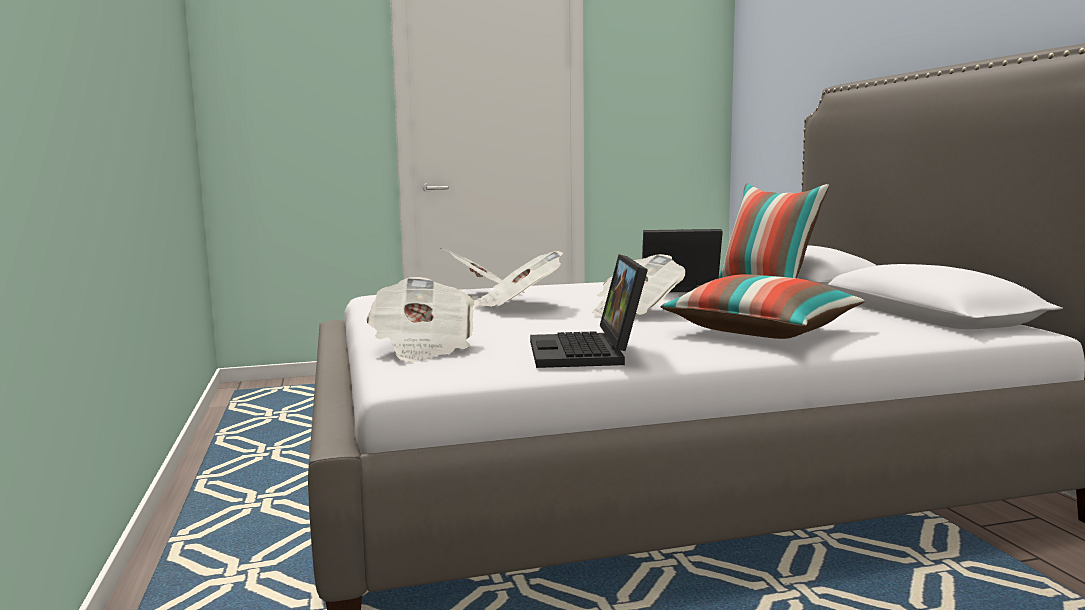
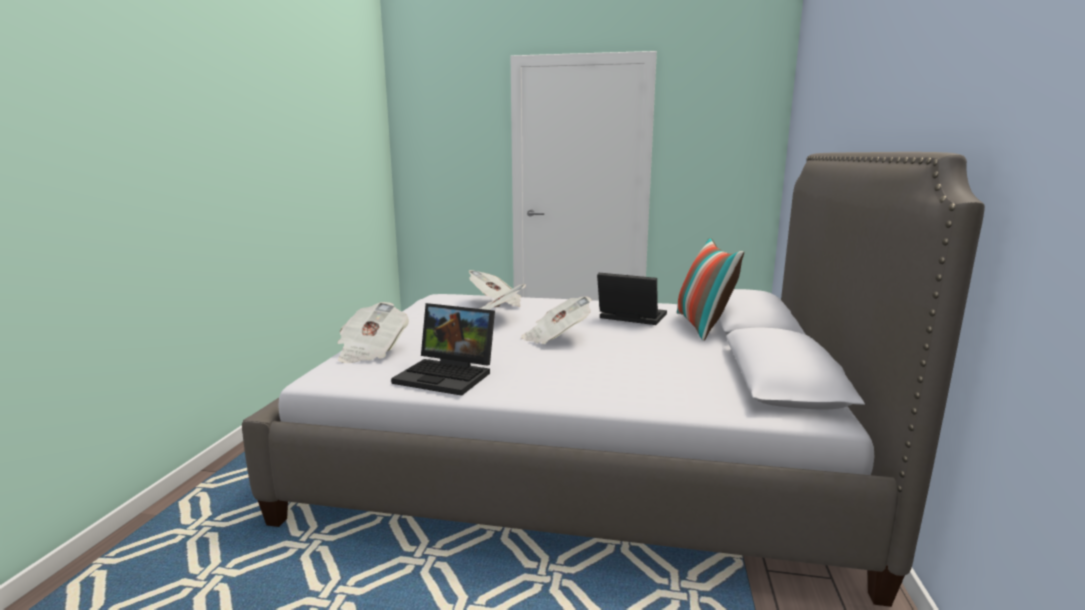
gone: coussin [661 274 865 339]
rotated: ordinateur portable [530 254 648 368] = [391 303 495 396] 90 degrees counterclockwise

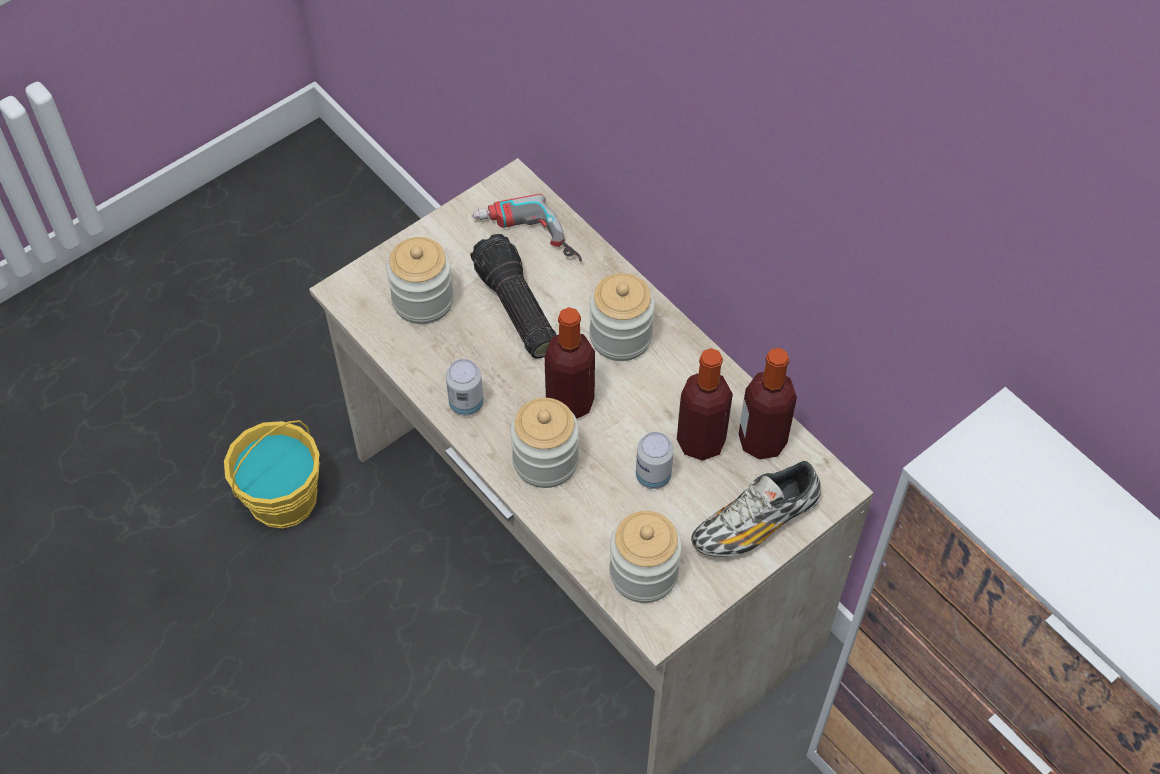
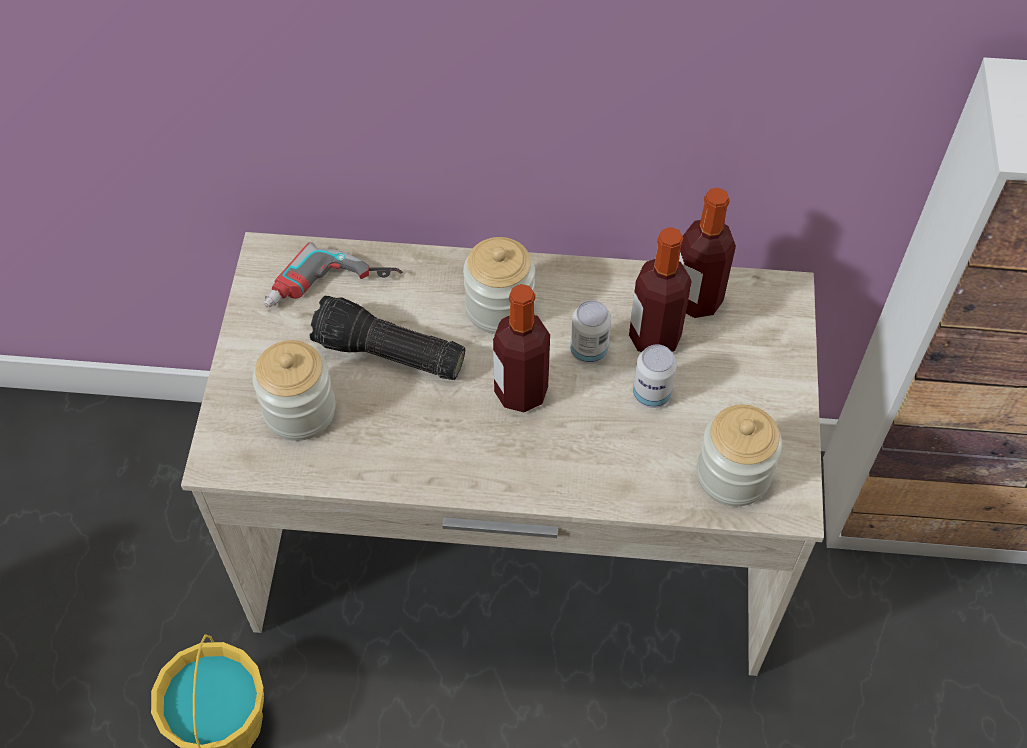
gone: bocal [510 398 579 488]; chaussure [691 461 821 557]
shifted: boîte métallique [446 359 484 416] to [570 300 611 364]

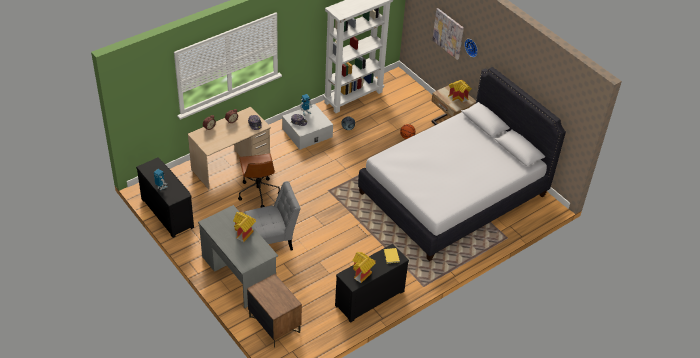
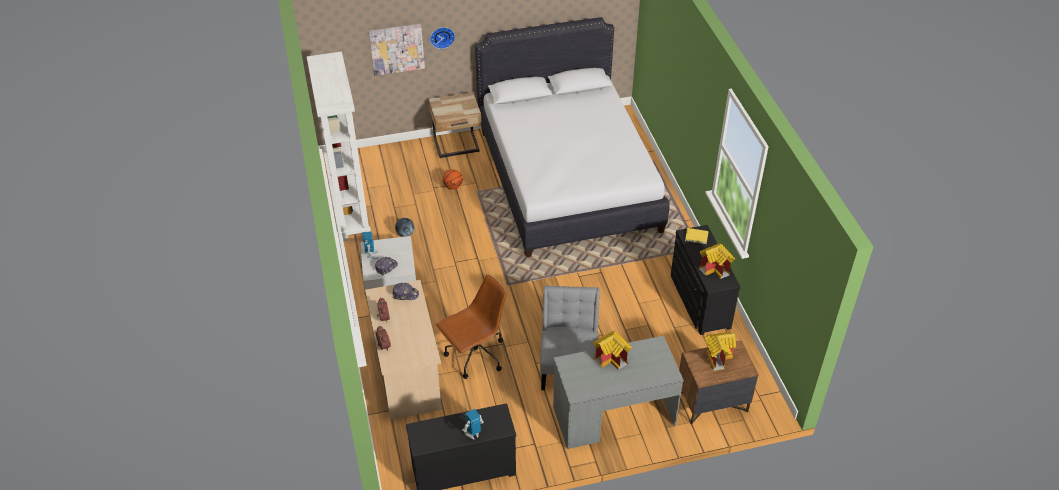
shifted: maison miniature [448 80 472 103] to [705 332 736 371]
rotated: chaise de bureau (marron) [238 153 280 208] = [436 274 507 379] 45 degrees counterclockwise

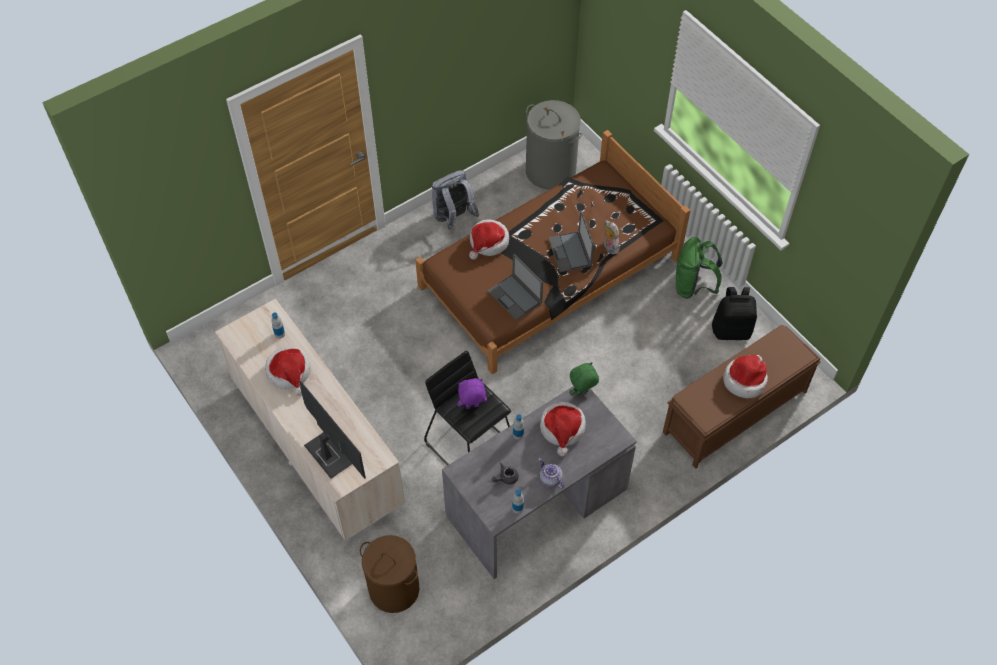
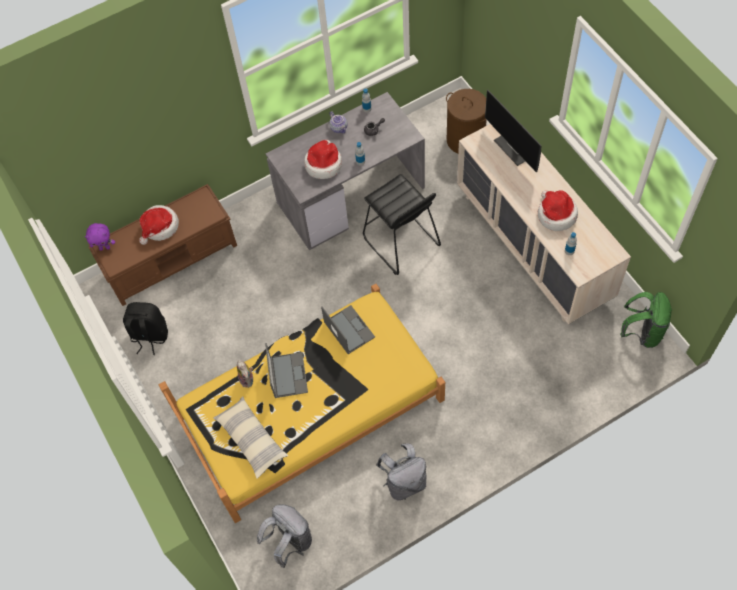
gone: chapeau [469 220 509 260]; peluche (vert) [569 362 599 396]
new: coussin [213 396 288 479]
shifted: sac à dos (vert) [676 237 722 299] to [620 292 672 348]; peluche (violet) [457 378 487 409] to [85 223 115 251]
swapped: panier à linge (gris) [526 100 582 190] to sac à dos (gris) [257 504 312 568]
repainted: lit (marron) [415 130 691 374] to lit (jaune) [159 284 445 523]

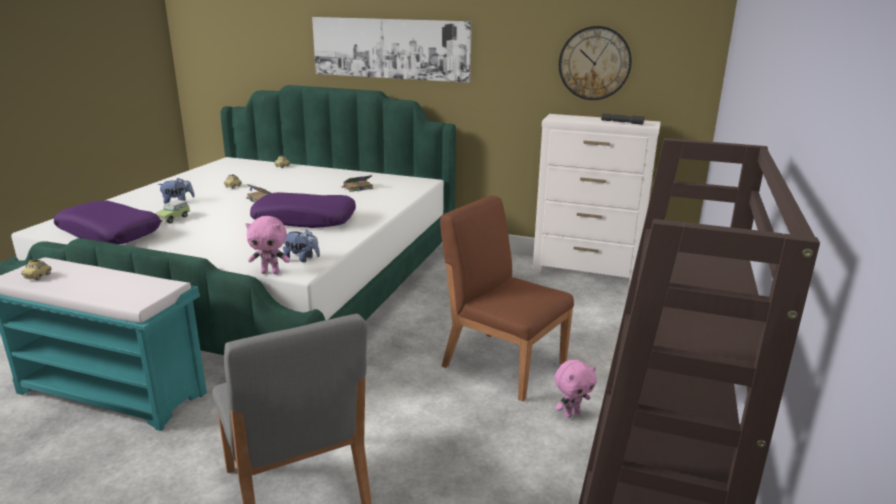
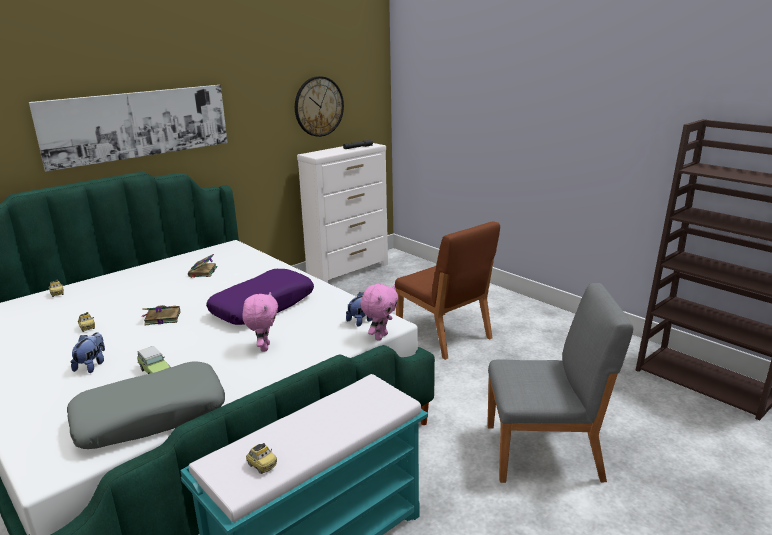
shifted: peluche (rose) [554 360 597 418] to [242 292 278 352]
repainted: coussin (violet) [54 201 161 244] to coussin (gris) [67 361 225 449]
rotated: chaise (marron) [440 195 574 402] = [395 221 500 360] 105 degrees counterclockwise

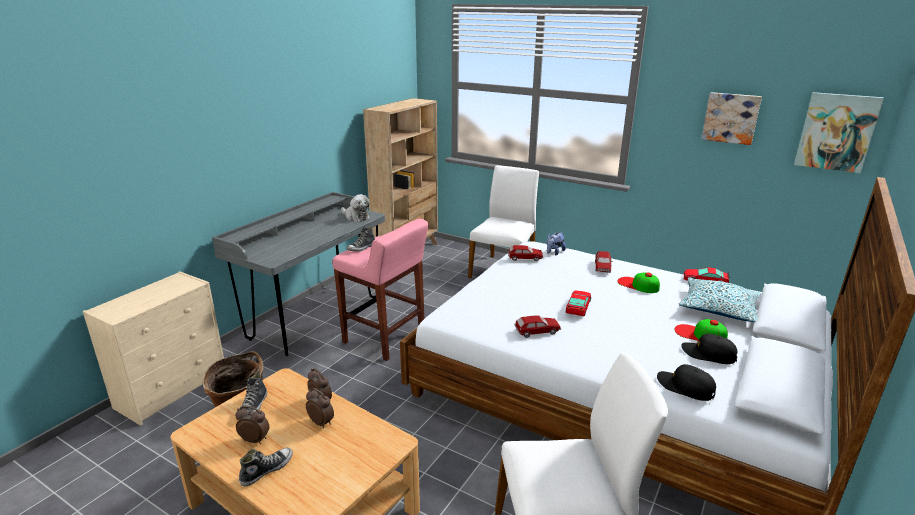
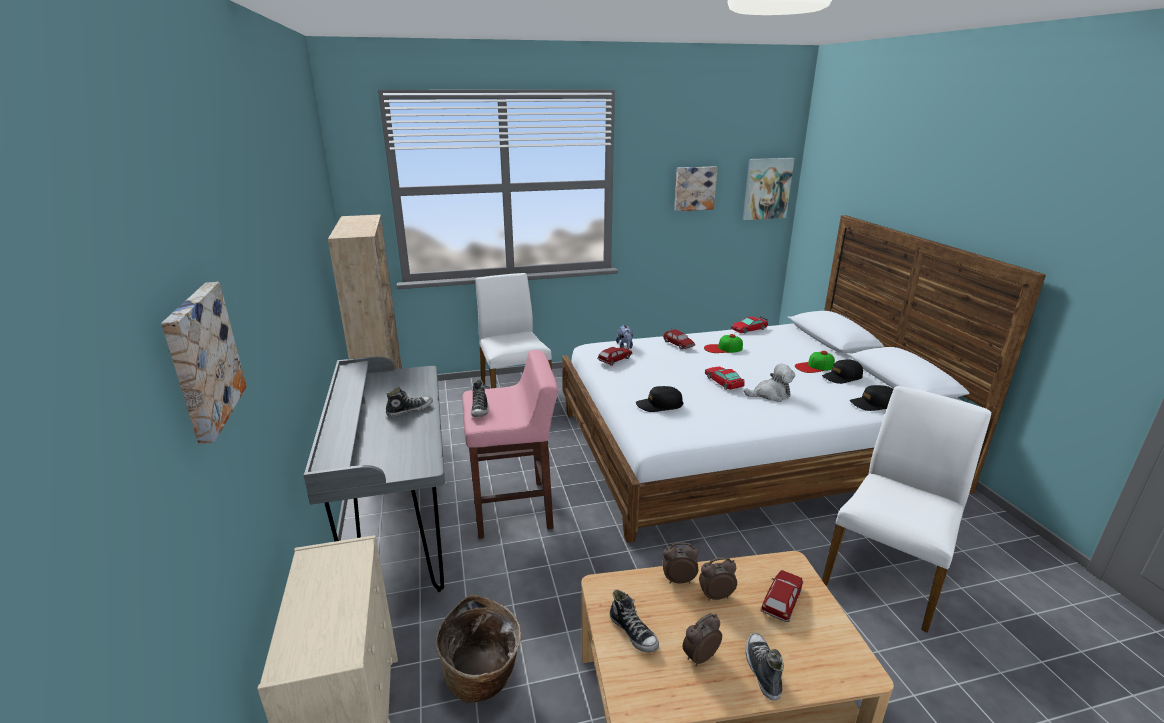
gone: coussin [679 277 761 322]
new: tableau [161 282 246 445]; casquette (noir) [636 386 683 412]; chaussure [386 387 433 417]
shifted: peluche [341 194 370 222] to [744 363 795 402]; petite voiture [514 315 561 338] to [760 570 804 622]

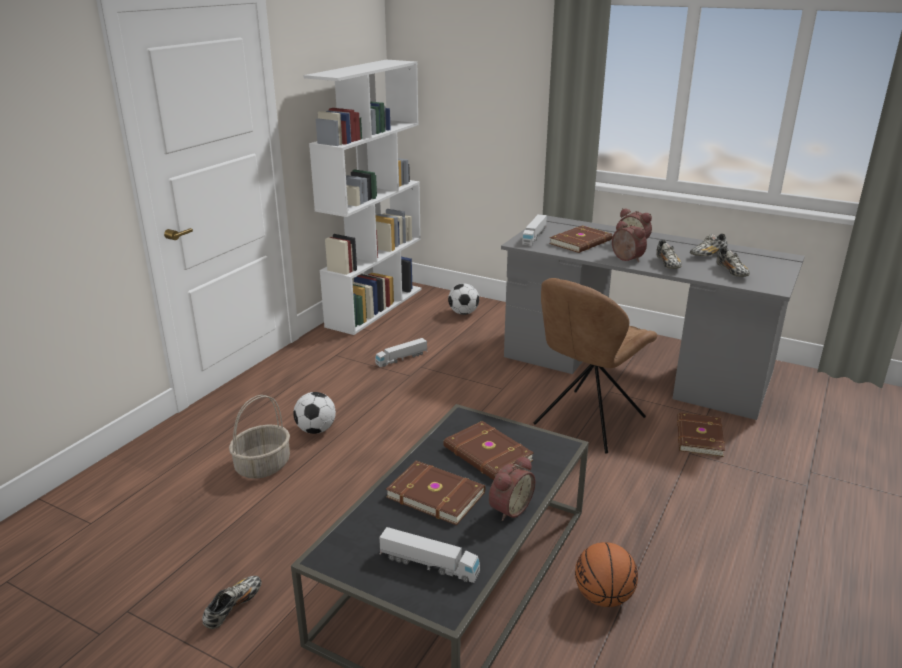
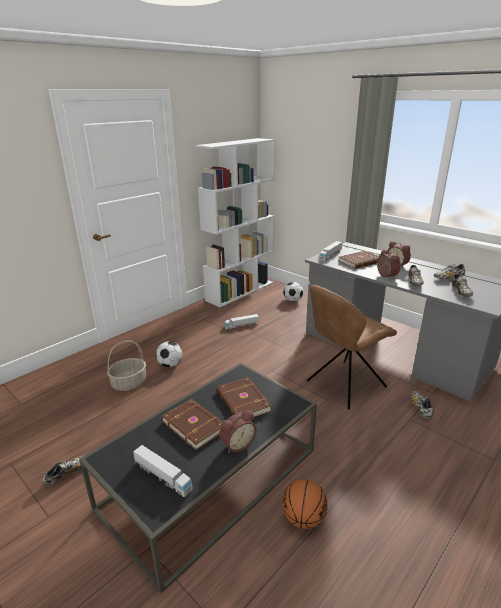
swapped: livre (marron) [677 413 725 457] to chaussure [411 391 434 418]

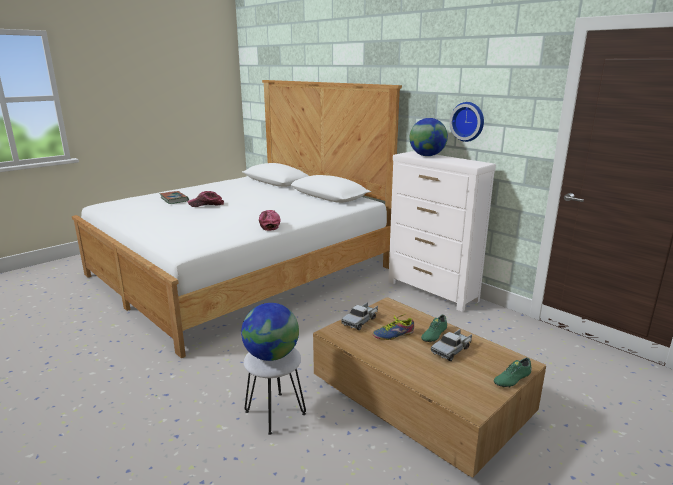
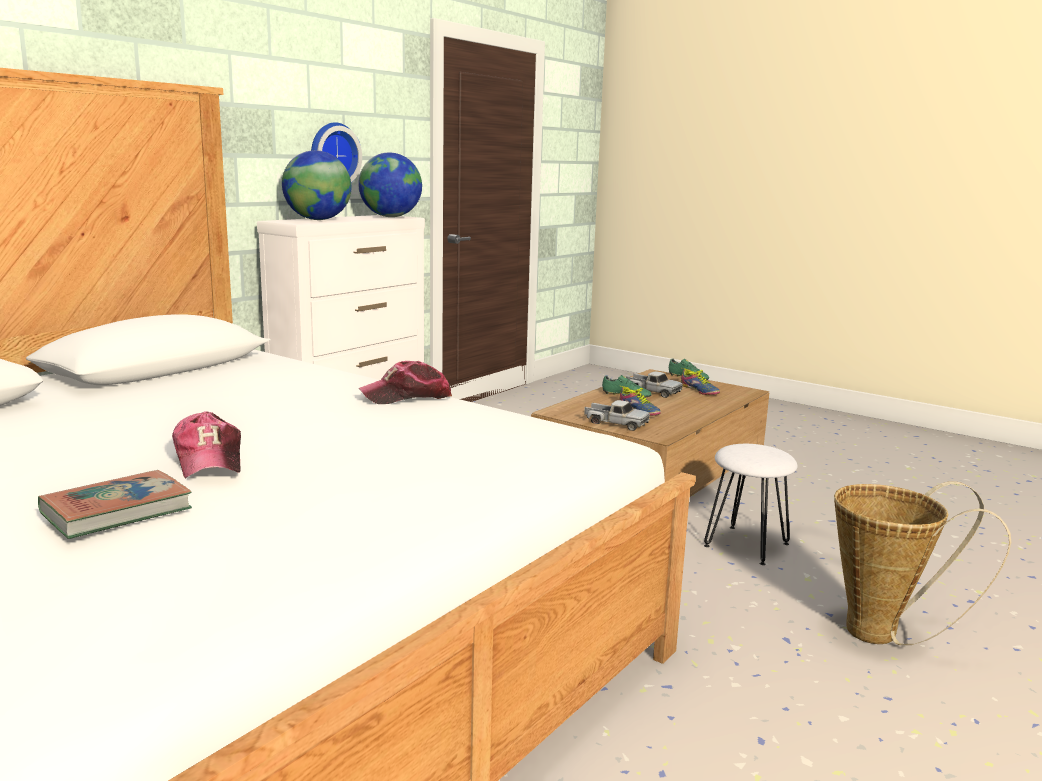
new: chaussure [681 368 720 395]; panier [834 481 1011 645]
shifted: globe [241 303 299 361] to [358 152 422 217]

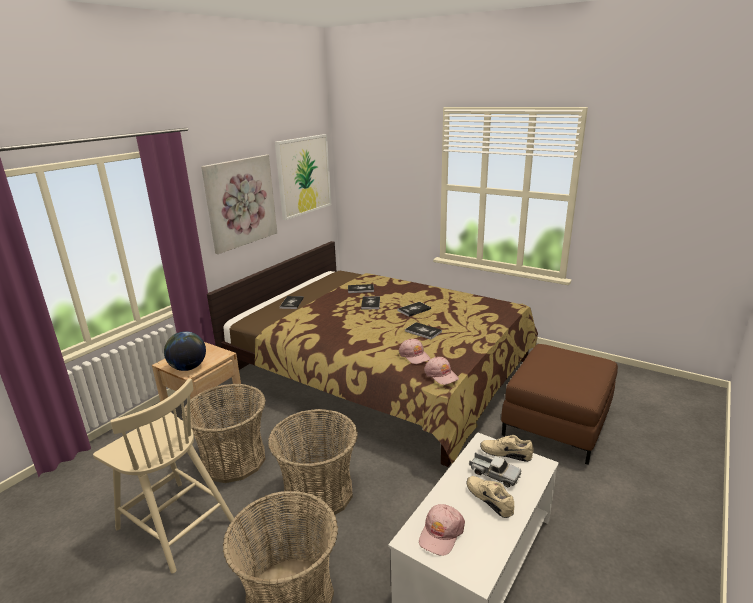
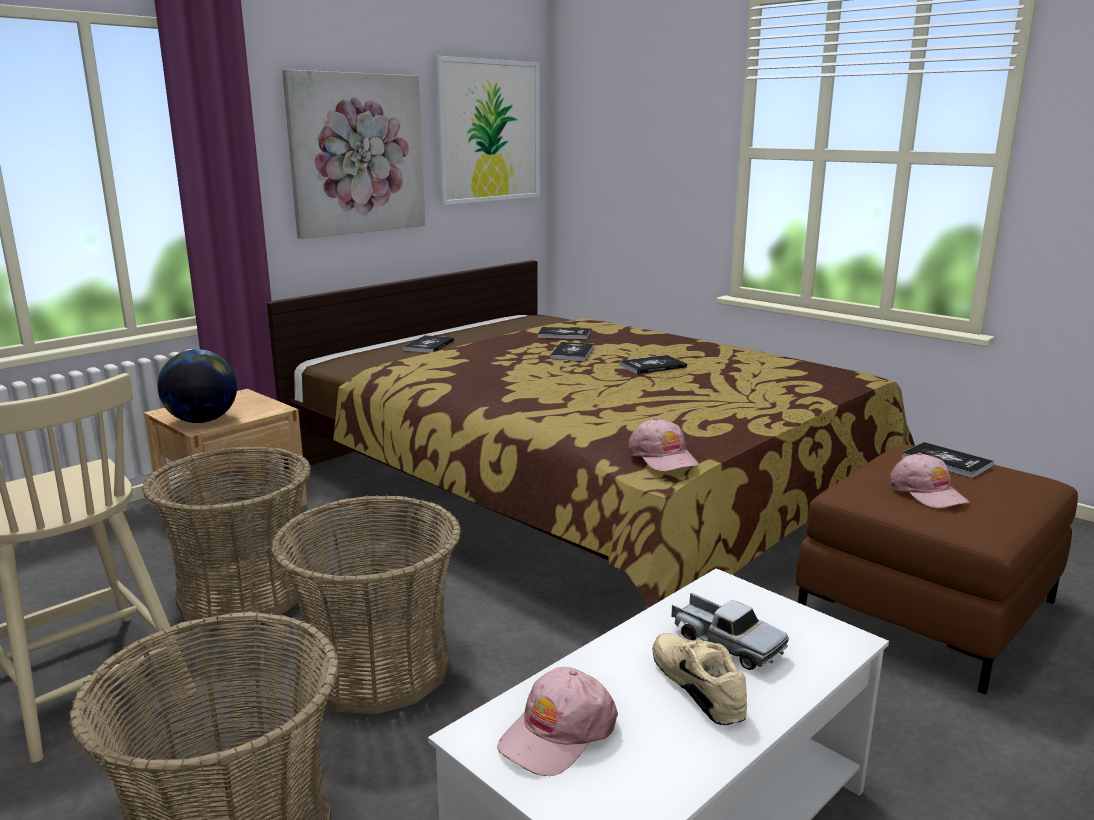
gone: chaussure (beige) [480 435 534 462]
shifted: livre [405 322 442 340] to [901 442 994 478]; casquette (rose) [399 339 430 364] to [890 453 969 509]

